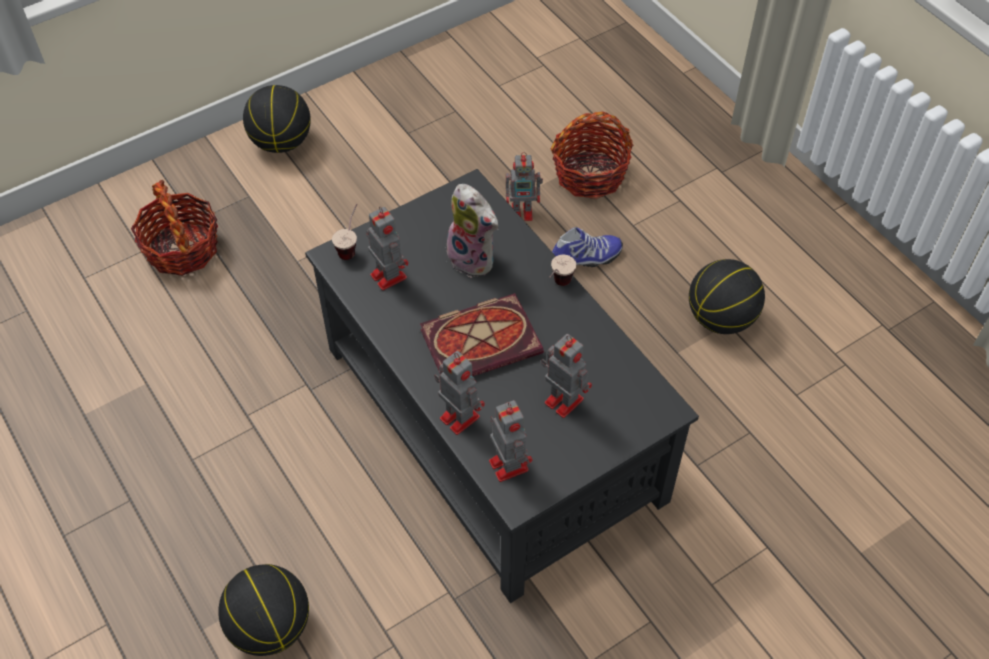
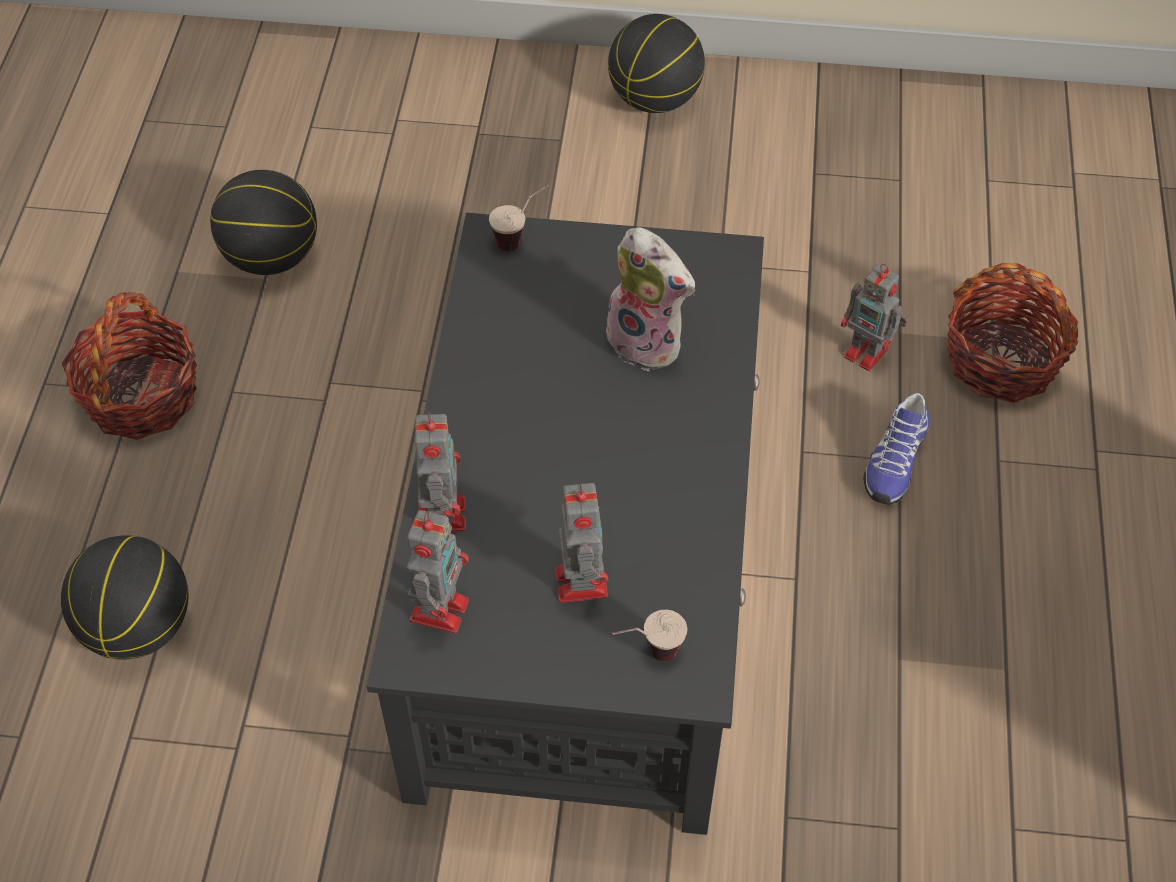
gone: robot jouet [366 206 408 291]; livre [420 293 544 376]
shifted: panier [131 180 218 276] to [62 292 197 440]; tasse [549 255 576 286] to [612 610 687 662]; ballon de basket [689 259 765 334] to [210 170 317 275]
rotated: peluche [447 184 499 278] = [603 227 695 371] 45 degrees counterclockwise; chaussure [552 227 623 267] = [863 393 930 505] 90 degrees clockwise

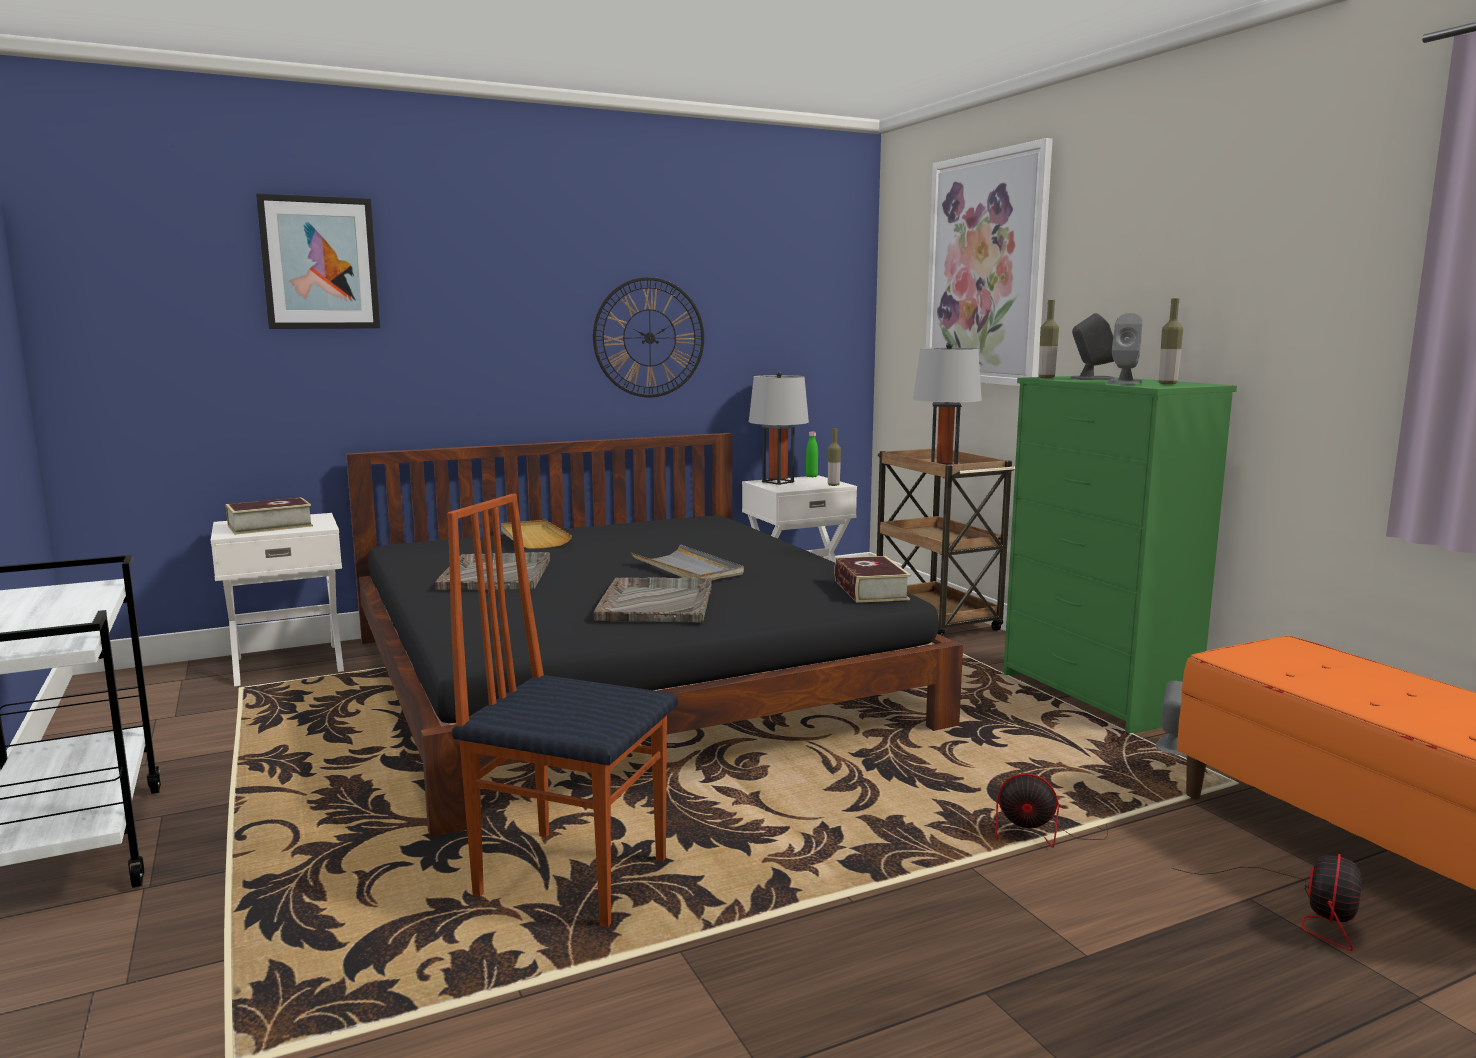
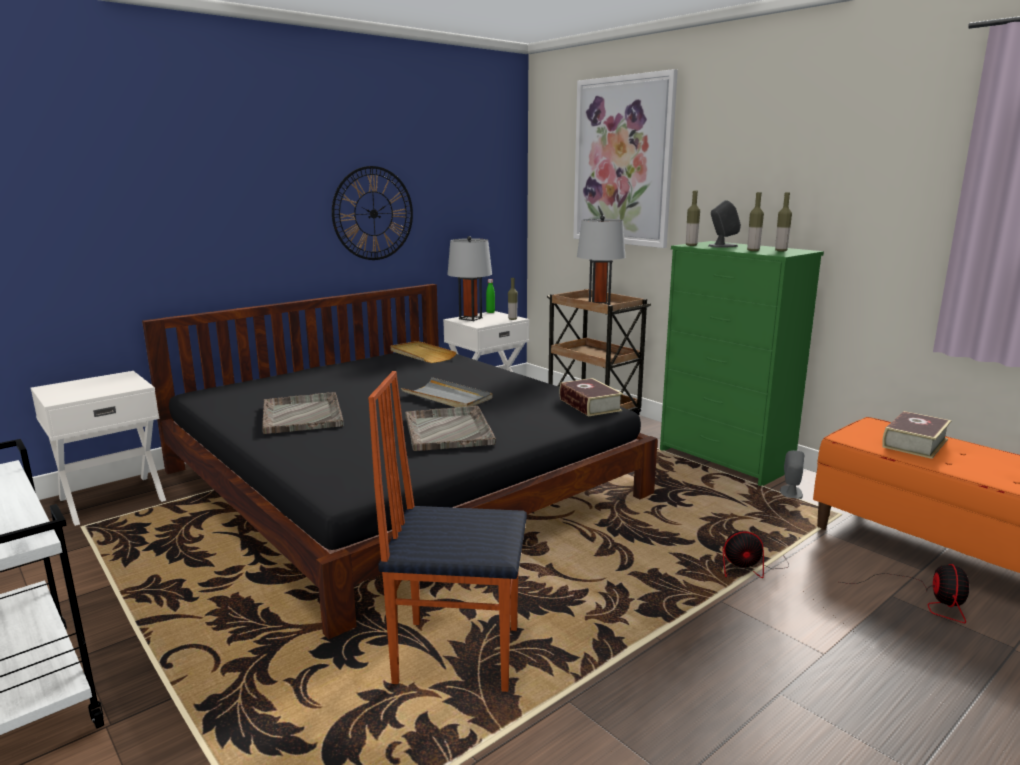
gone: tableau [256 193 380 329]
shifted: livre [226 497 313 535] to [882 411 951 459]; plateau (beige) [501 520 572 549] to [391 341 457 363]
swapped: enceinte (gris) [1108 313 1142 385] to bouteille [747 192 764 251]

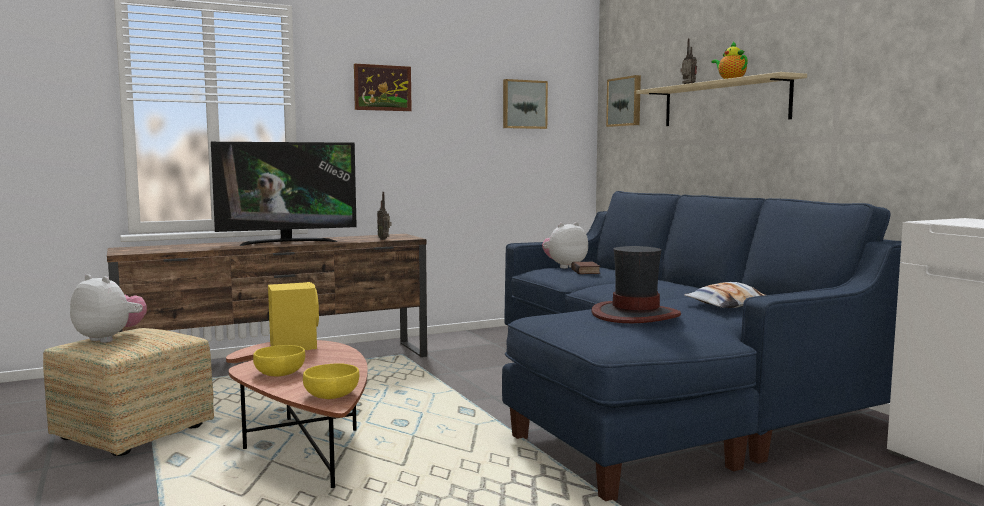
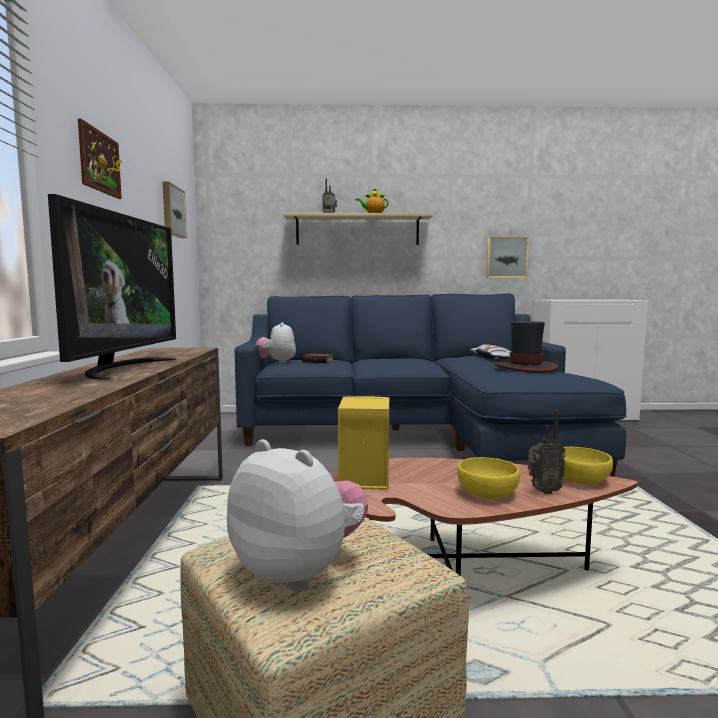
shifted: tableau [606 75 641 127] to [486 237 529 278]; radio [377 192 391 240] to [528 410 566 494]
rotated: peluche [70 274 147 343] = [227 439 368 591] 75 degrees clockwise

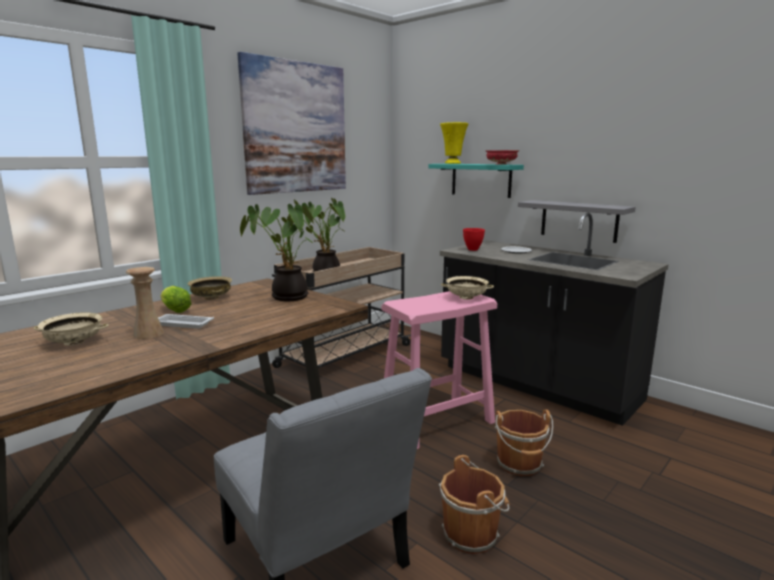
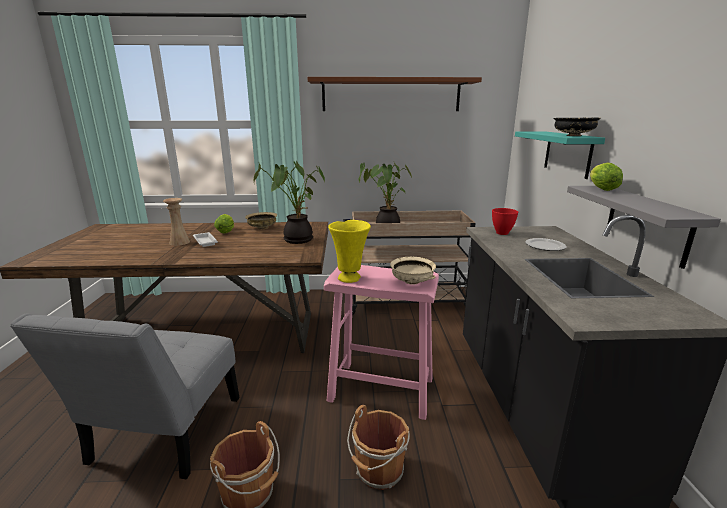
gone: bol (beige) [34 312 109 346]
new: laitue [590 162 623 191]
shifted: vase (jaune) [440 122 469 164] to [328 220 371 283]
swapped: tableau [237 52 346 195] to étagère (marron) [308 77 482 111]
repainted: bol (rouge) [486 150 519 165] to bol (noir) [553 118 601 136]

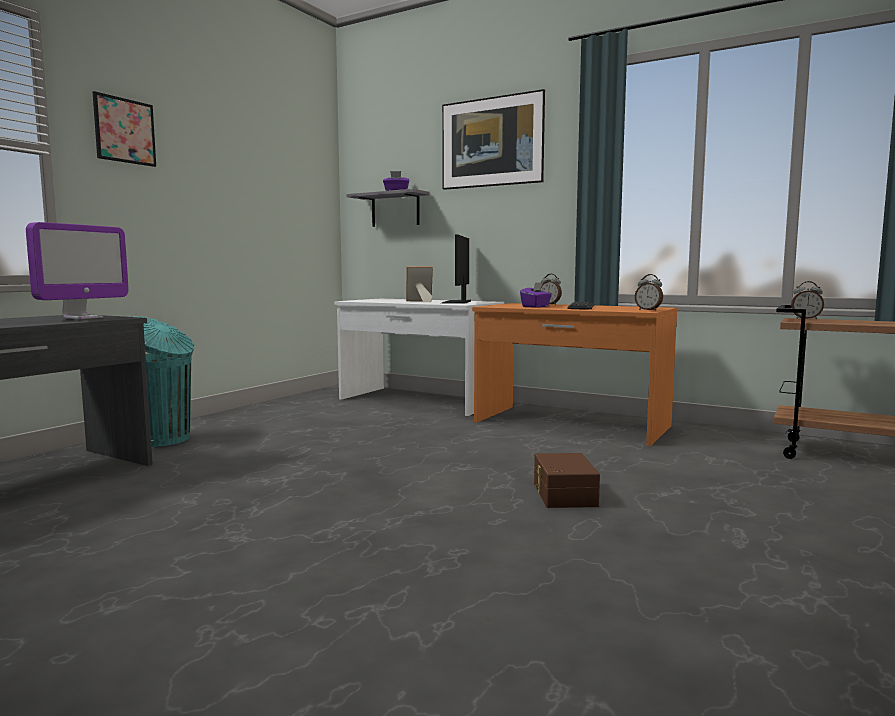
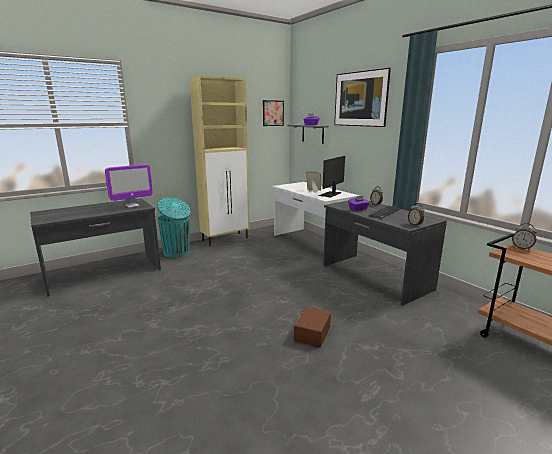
new: meuble de rangement (beige) [189 76 250 246]
shifted: tableau [93 91 156 167] to [263 100 284 126]
repainted: bureau (orange) [472 303 677 446] to bureau (gris) [323 201 447 305]

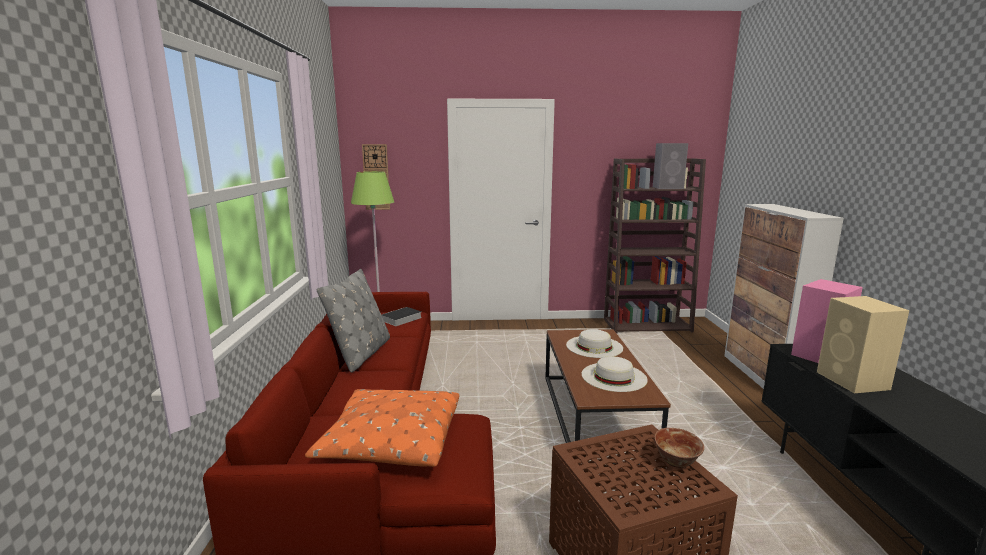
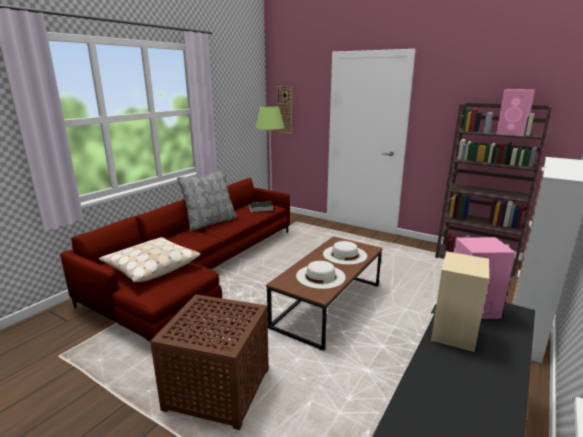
gone: bol [654 428 704 468]
repainted: enceinte (gris) [653 143 688 189] to enceinte (rose) [496 89 535 136]; coussin (orange) [305 389 459 467] to coussin (beige) [99 237 201 282]

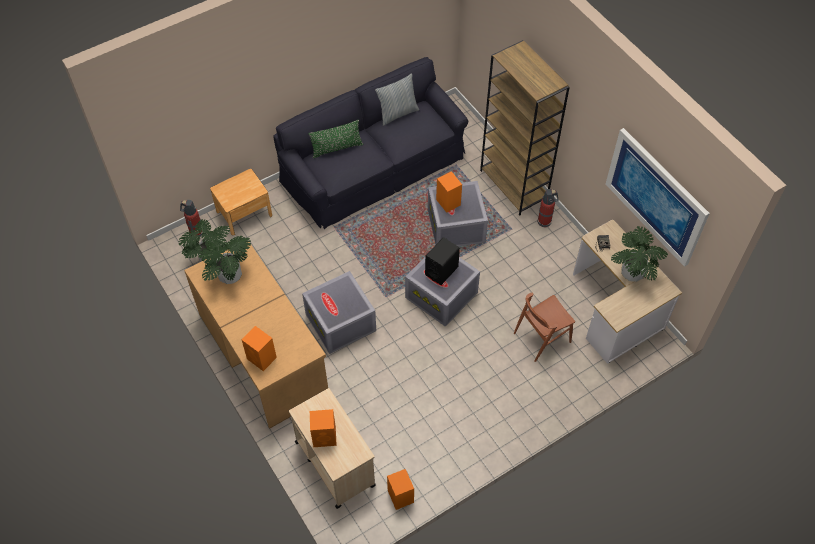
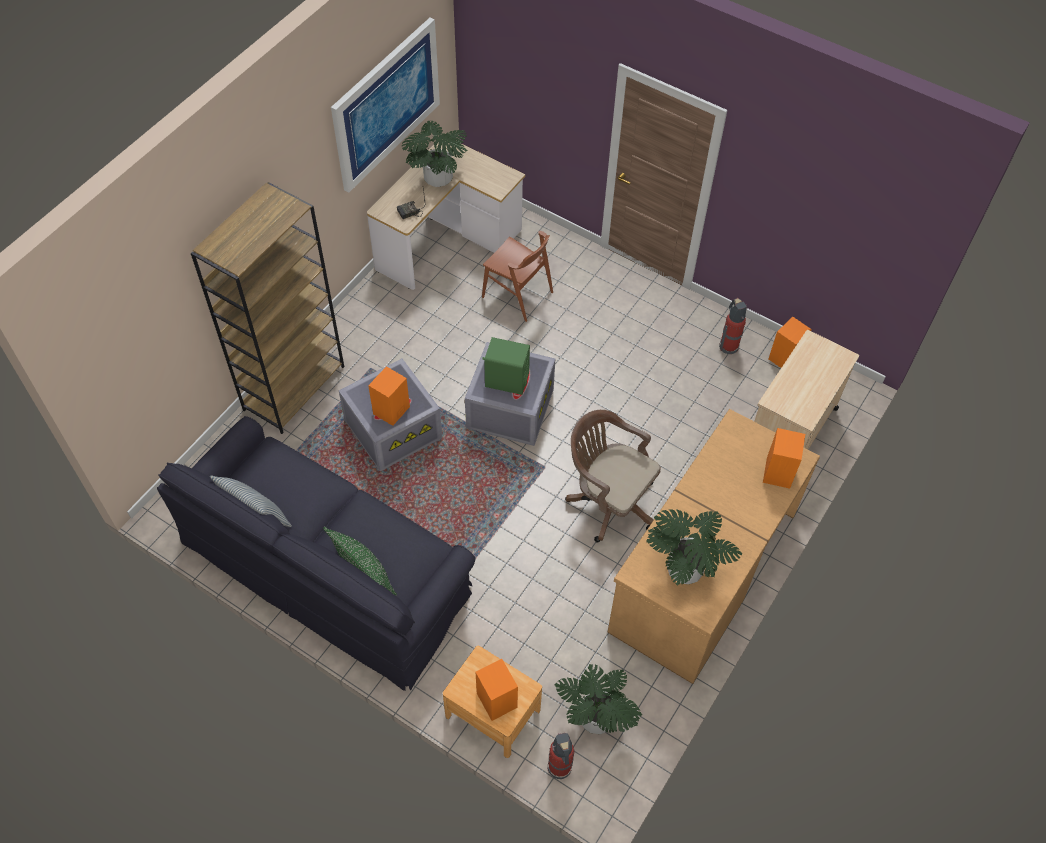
shifted: extincteur [537 189 559 228] to [719 298 747 354]; enceinte (orange) [310 409 337 447] to [476 659 518 721]
swapped: boîte de rangement (gris) [302 271 376 354] to chaise de bureau (marron) [565 410 661 542]
repainted: enceinte (noir) [425 237 460 285] to enceinte (vert) [482 337 530 395]

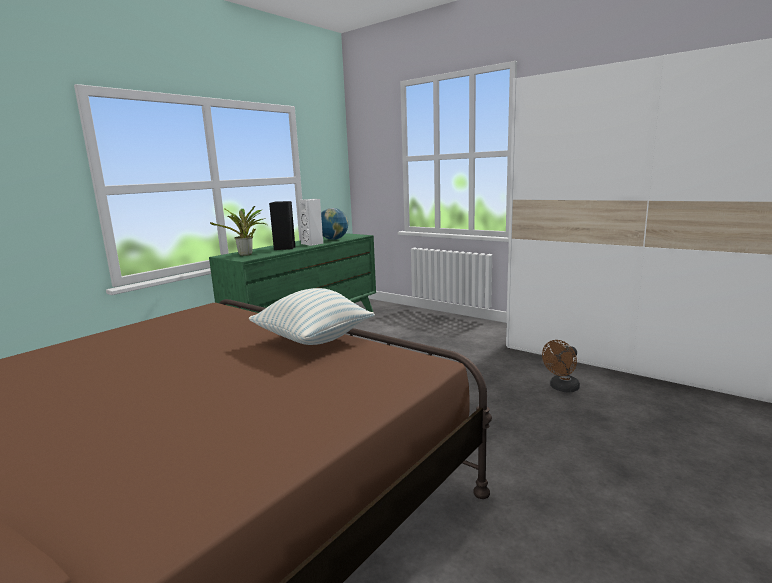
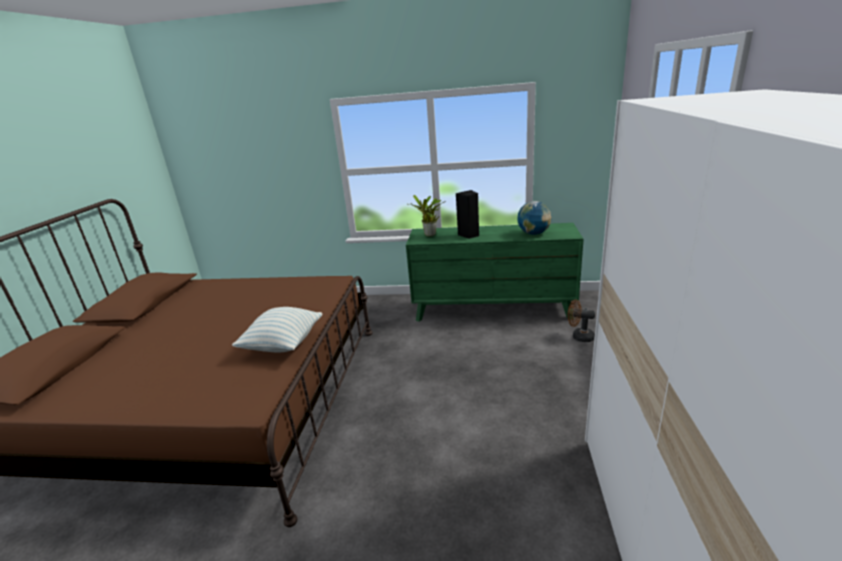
gone: enceinte (blanc) [298 199 323 246]
shifted: ventilateur (marron) [542 340 580 392] to [568 299 595 342]

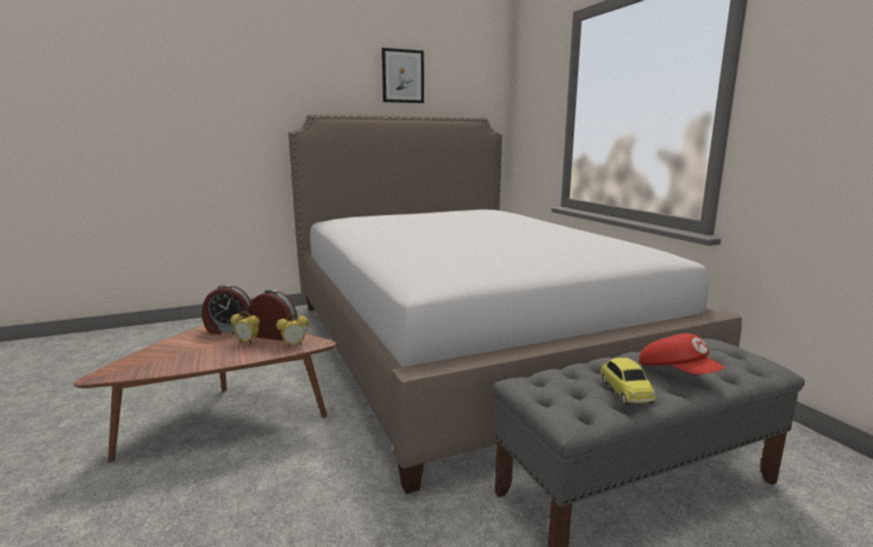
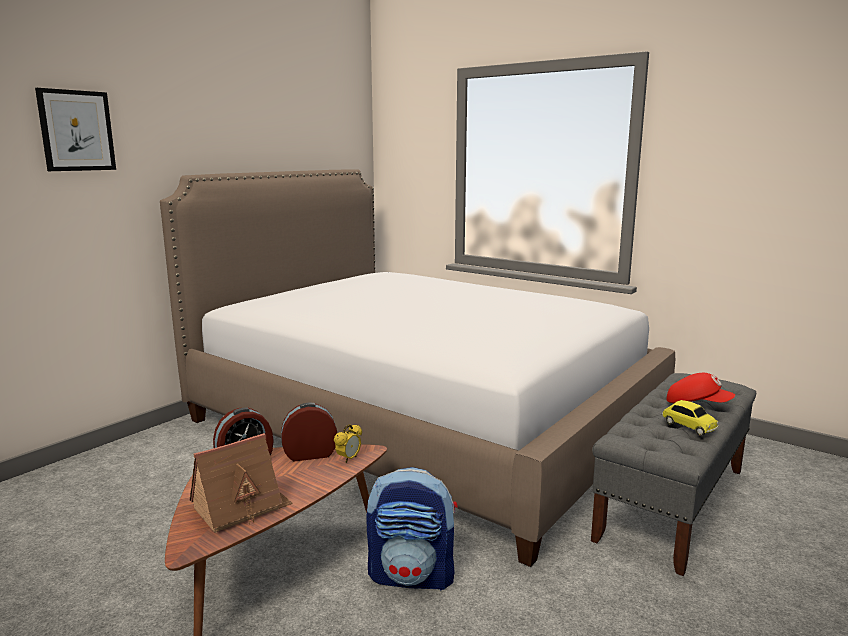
gone: réveil [230 311 260 344]
new: maison miniature [190 433 293 533]; sac à dos [366 467 458 591]
shifted: tableau [382 48 424 103] to [35 88 116 171]

